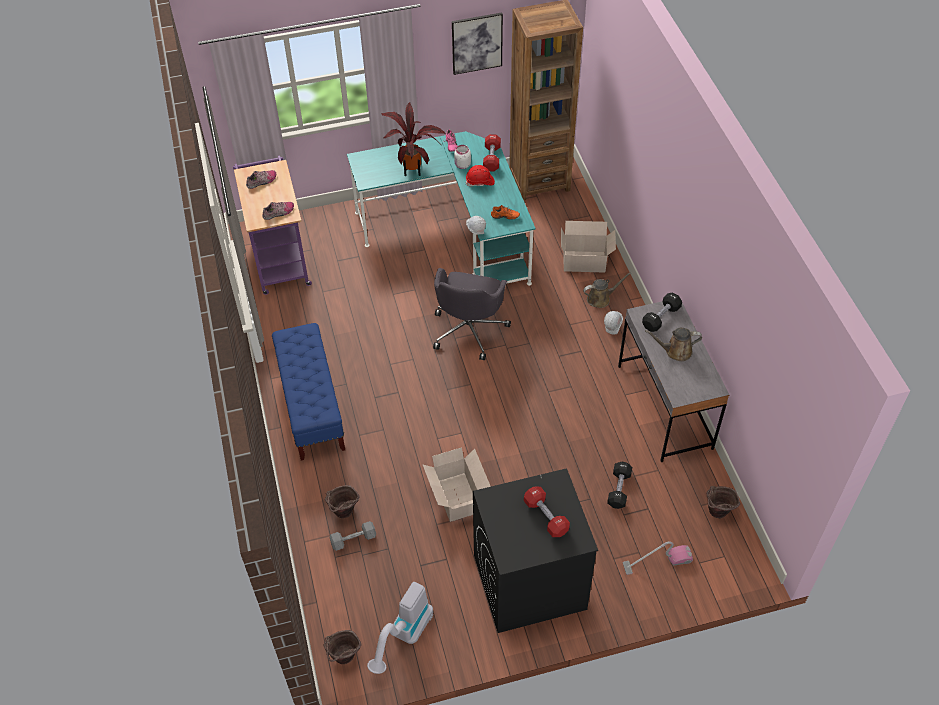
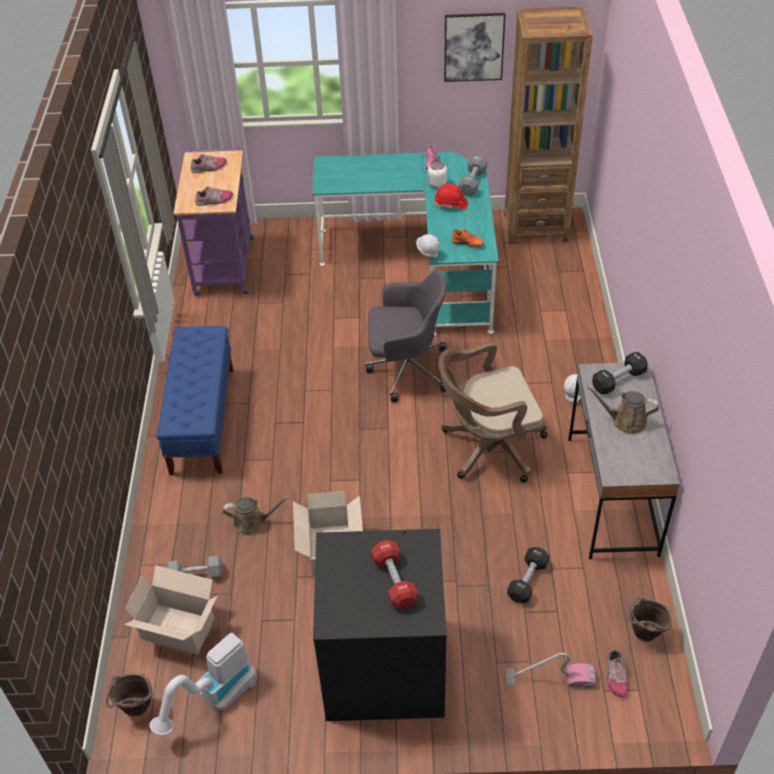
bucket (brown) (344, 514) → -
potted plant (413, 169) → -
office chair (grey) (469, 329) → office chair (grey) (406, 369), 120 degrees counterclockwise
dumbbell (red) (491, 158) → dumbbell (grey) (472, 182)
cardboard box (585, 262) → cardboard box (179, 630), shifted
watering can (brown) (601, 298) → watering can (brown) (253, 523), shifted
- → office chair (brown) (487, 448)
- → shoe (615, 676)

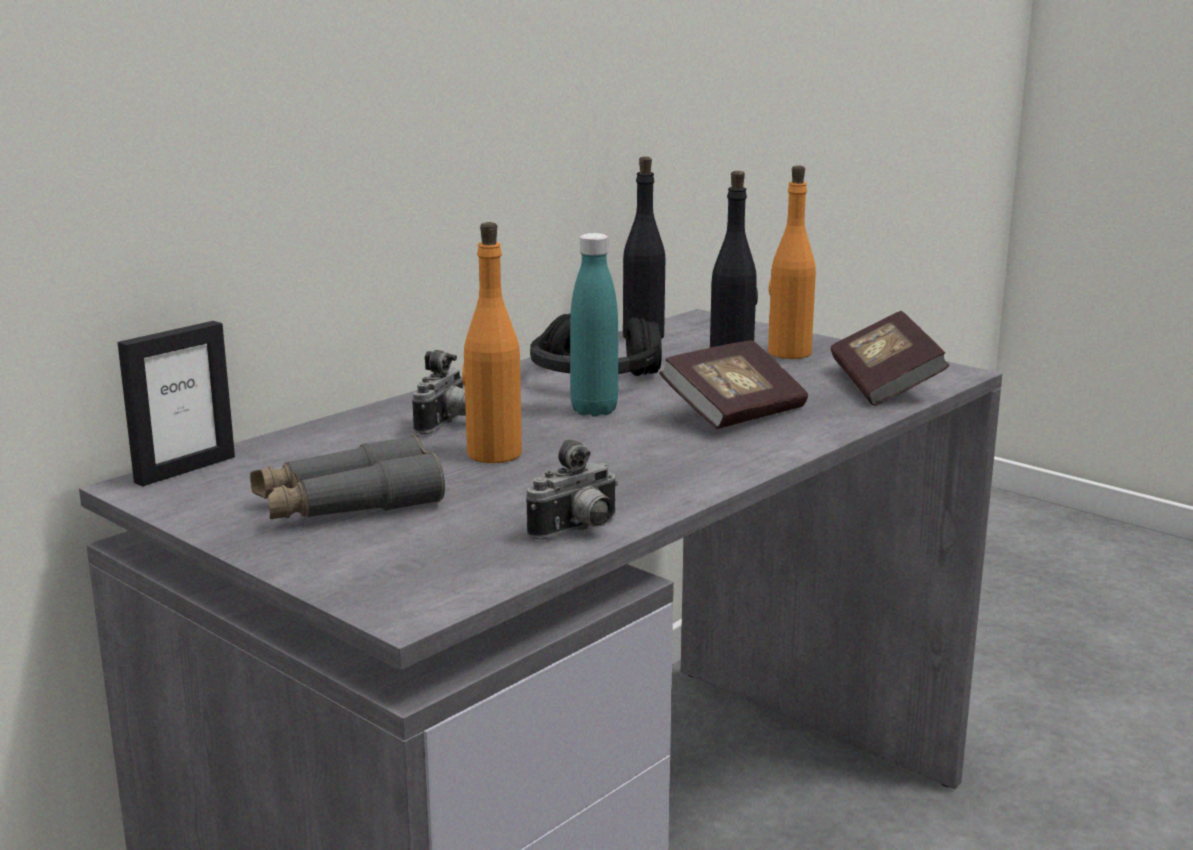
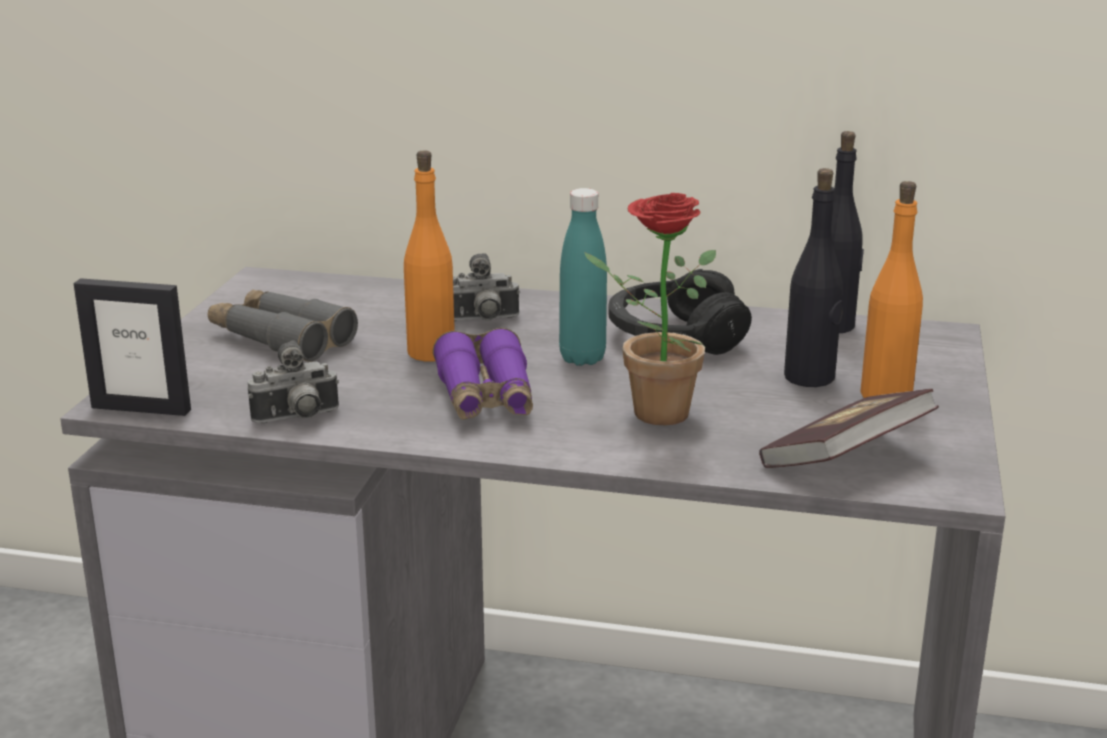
picture frame (185, 469) → picture frame (141, 408), shifted
photo camera (578, 531) → photo camera (297, 419), 45 degrees counterclockwise
book (734, 414) → potted plant (648, 412)
- → binoculars (purple) (485, 396)

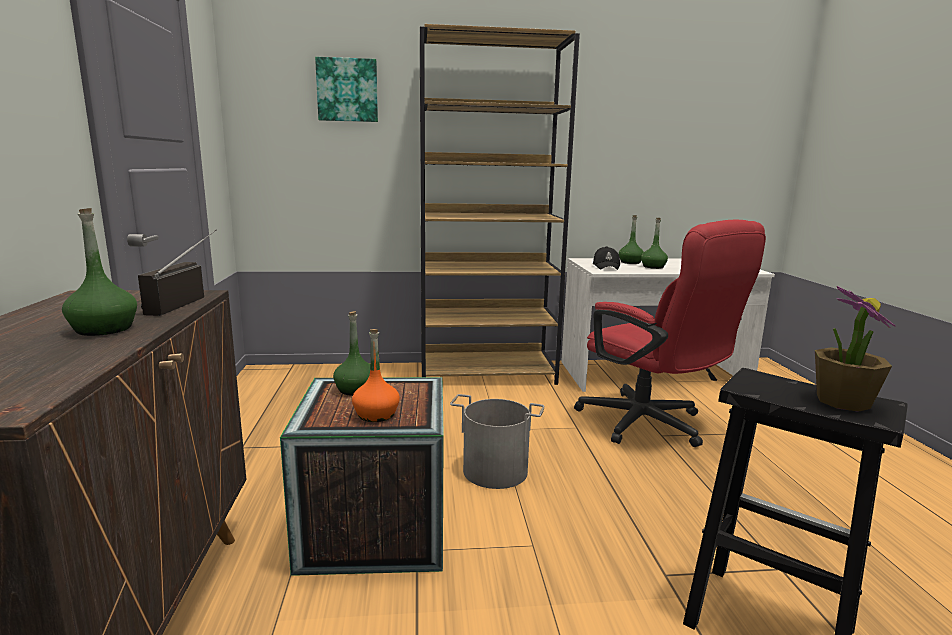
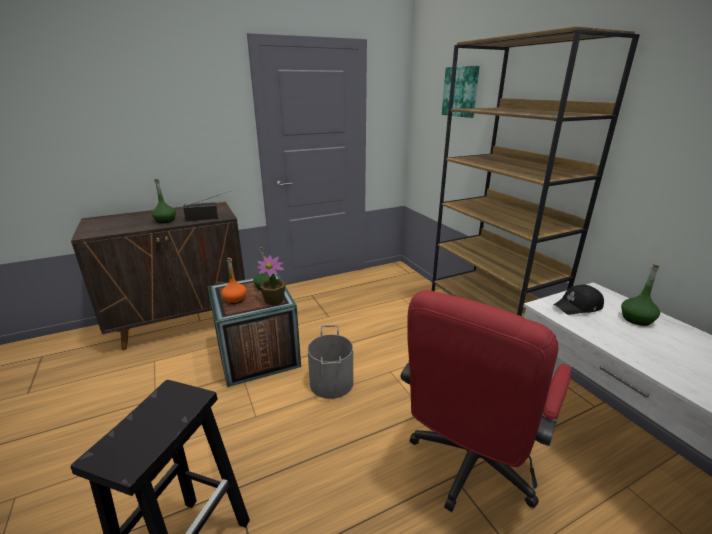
bottle (green) (653, 267) → -
potted plant (842, 401) → potted plant (274, 300), shifted

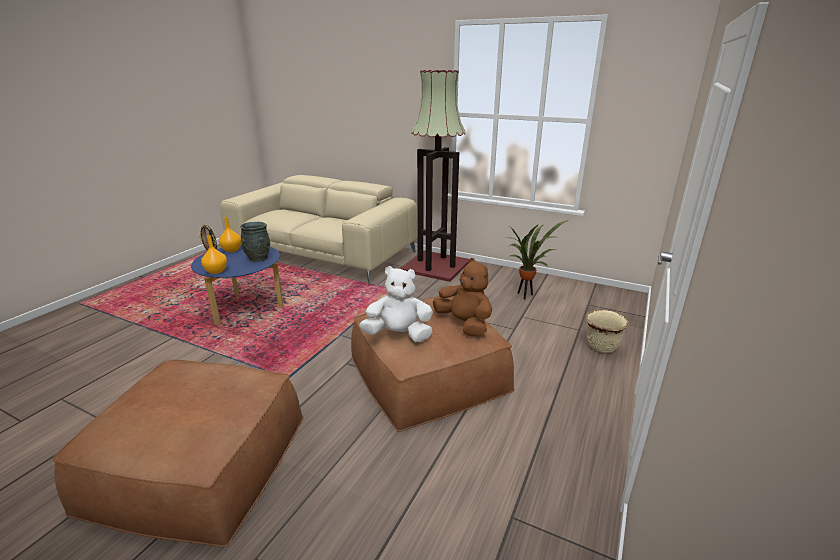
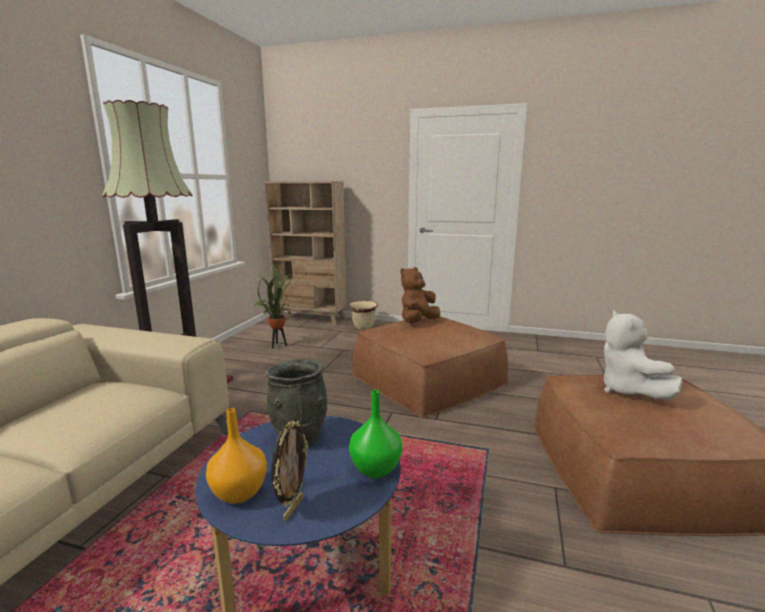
vase (orange) (216, 271) → vase (green) (376, 468)
plush toy (white) (398, 335) → plush toy (white) (628, 391), shifted
- → bookcase (beige) (311, 319)

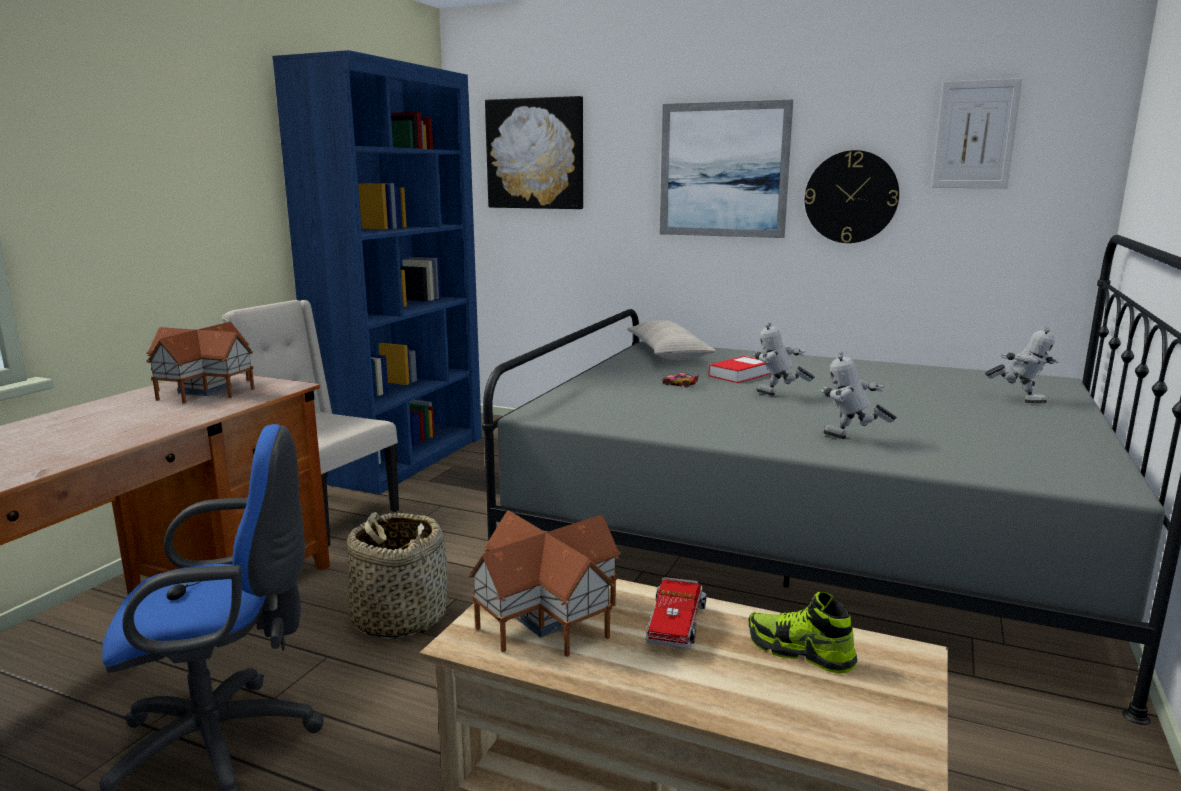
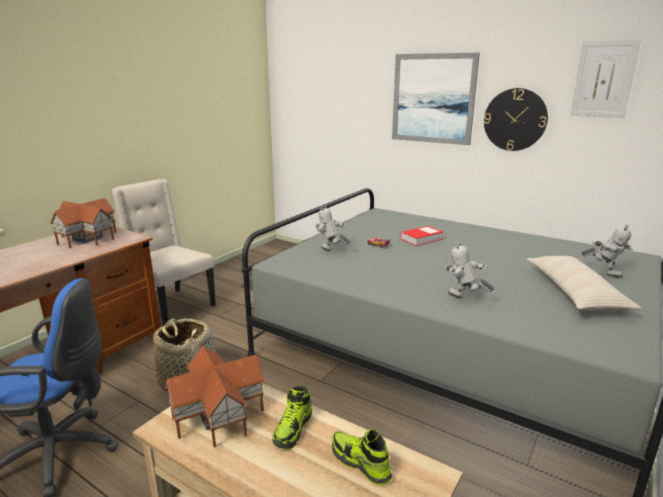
bookcase (blue) (405, 458) → -
picture (535, 154) → -
pillow (beige) (668, 353) → pillow (beige) (574, 293), shifted
toy truck (676, 624) → shoe (293, 429)
toy robot (778, 397) → toy robot (331, 252), shifted

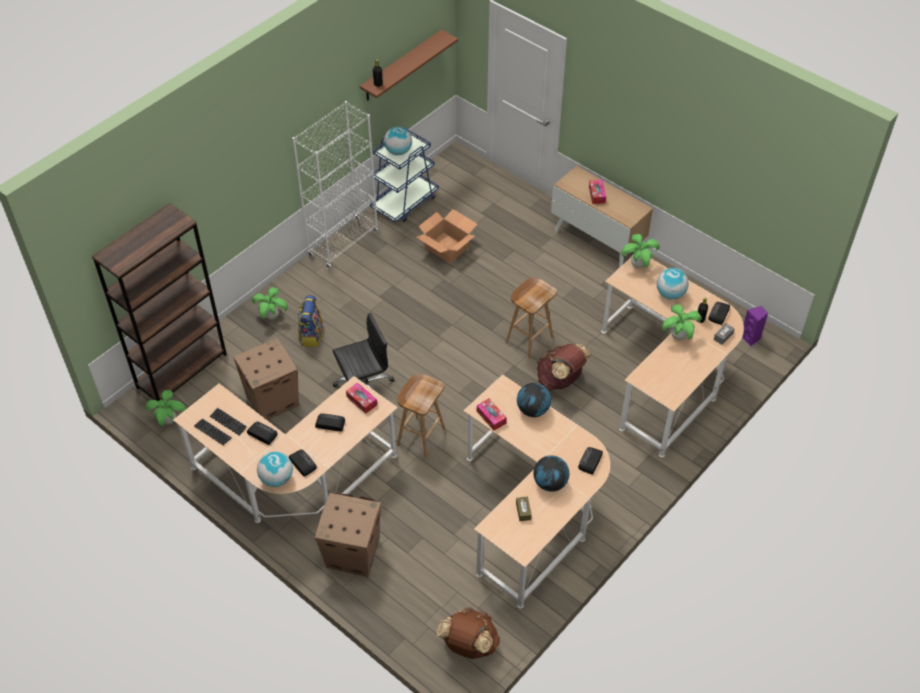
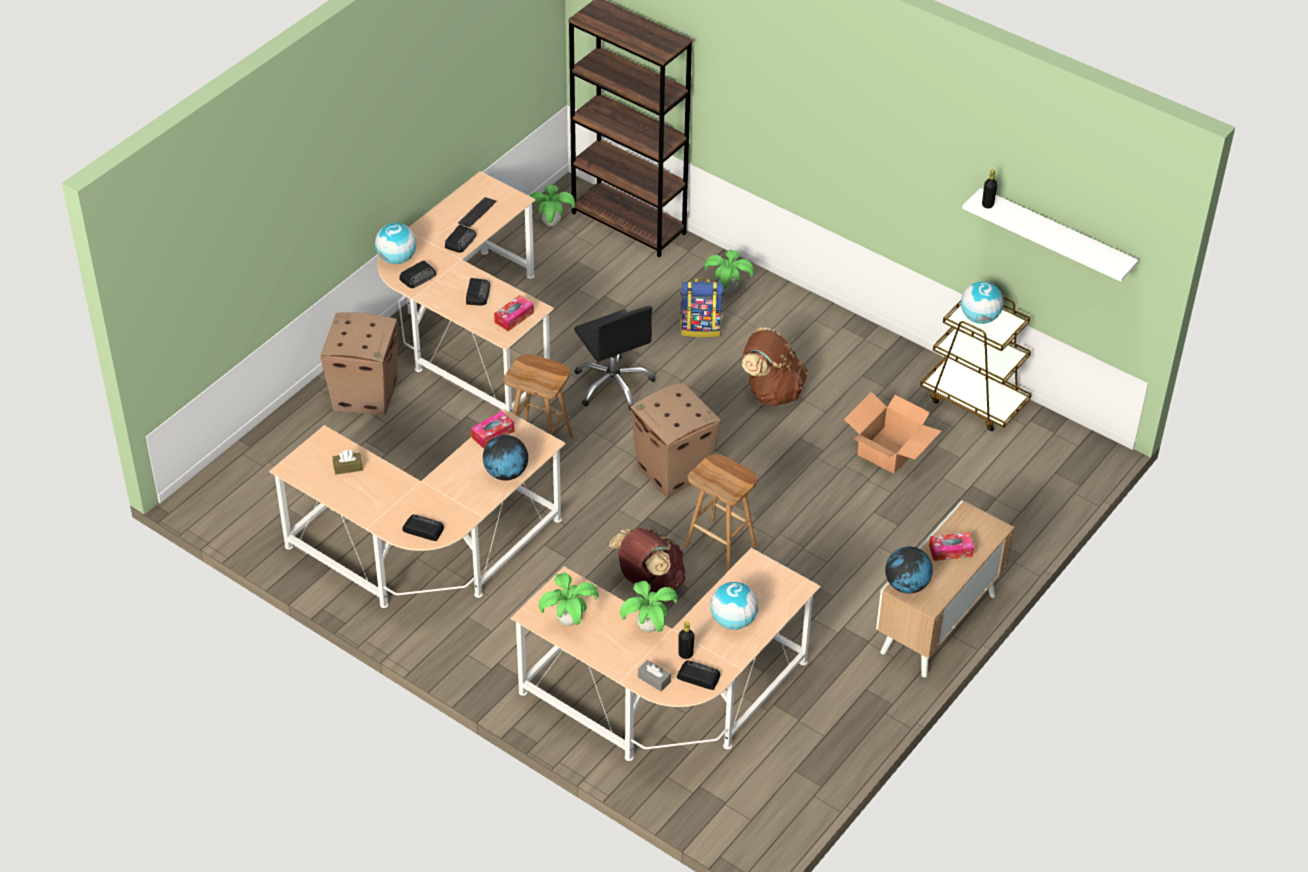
keyboard (212, 432) → -
cardboard box (273, 399) → cardboard box (674, 471), shifted
bookcase (white) (343, 244) → -
shelf (brown) (401, 66) → shelf (white) (1056, 236)
cart (blue) (405, 202) → cart (brown) (974, 400)
backpack (brown) (468, 645) → backpack (brown) (772, 391), shifted
globe (550, 483) → globe (906, 585), shifted
potted plant (638, 265) → potted plant (568, 621), shifted
speaker (purple) (751, 338) → -

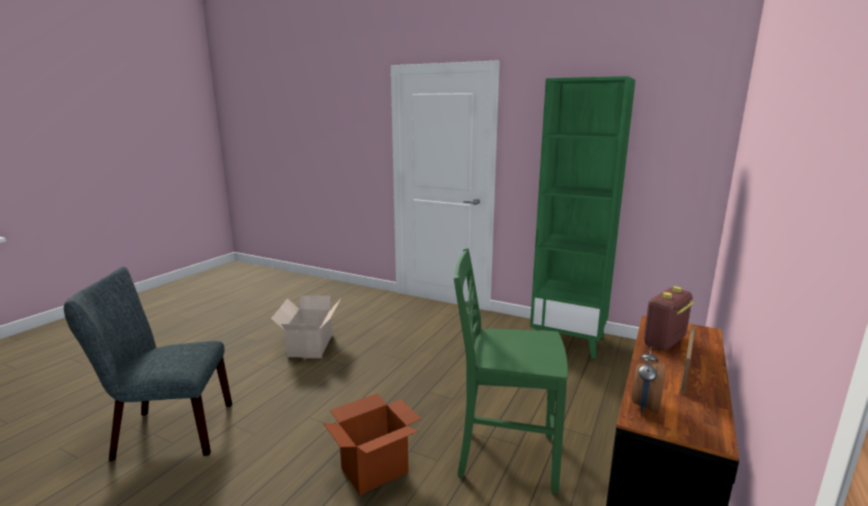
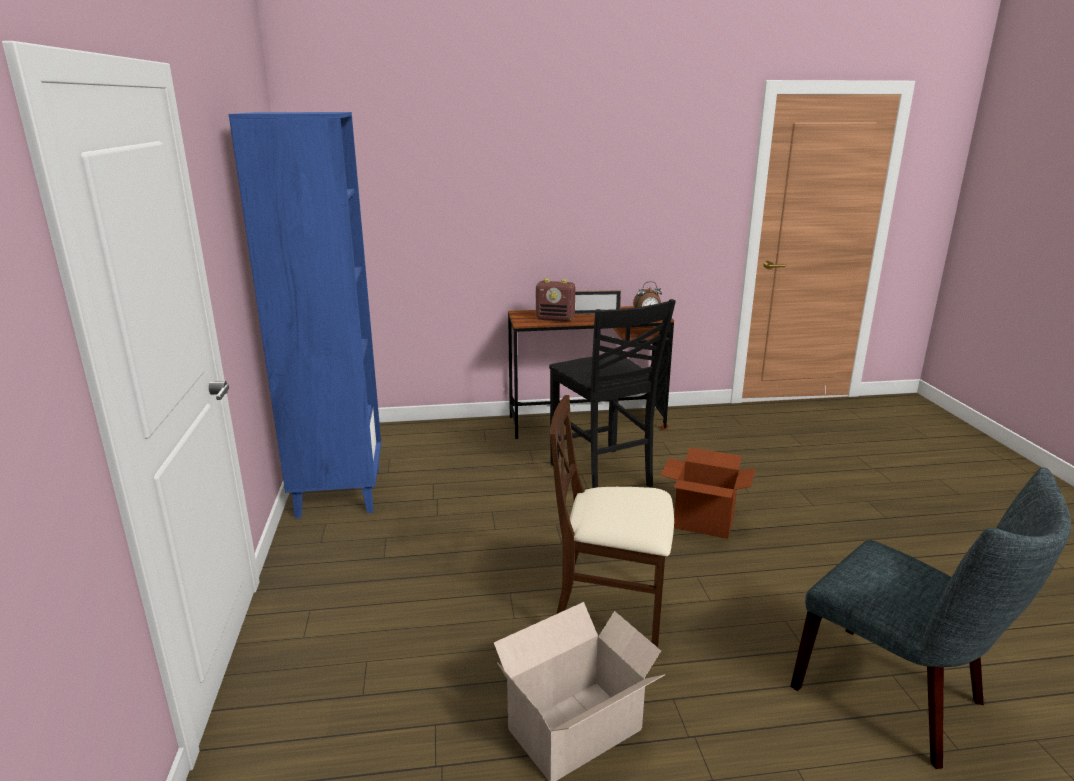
chair (green) (504, 456) → chair (black) (602, 475)
bookcase (green) (568, 340) → bookcase (blue) (338, 492)
- → chair (beige) (610, 614)

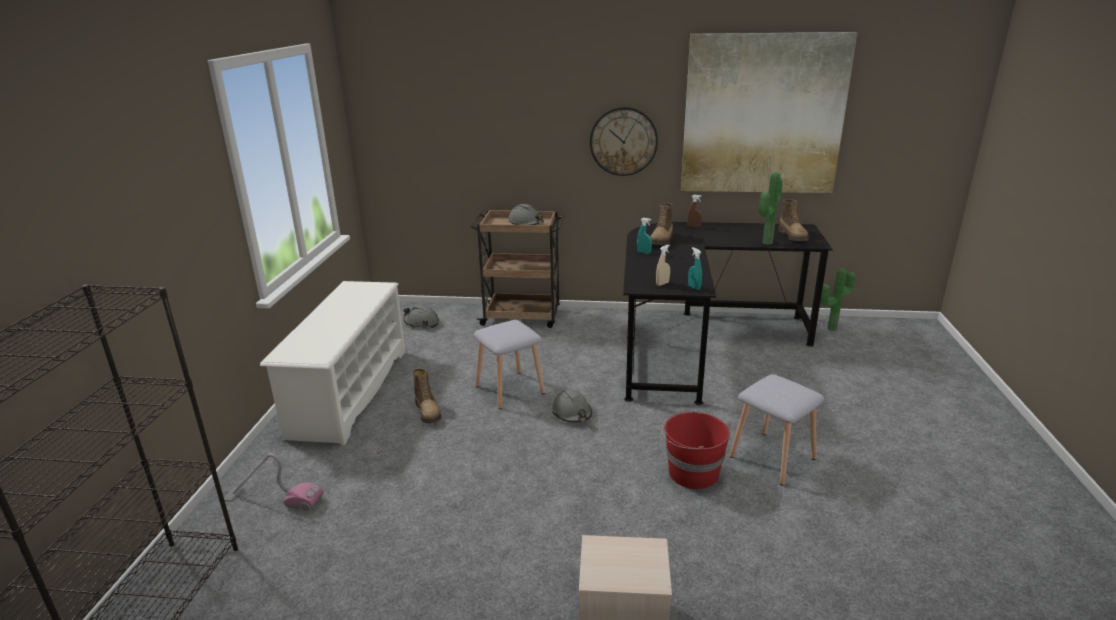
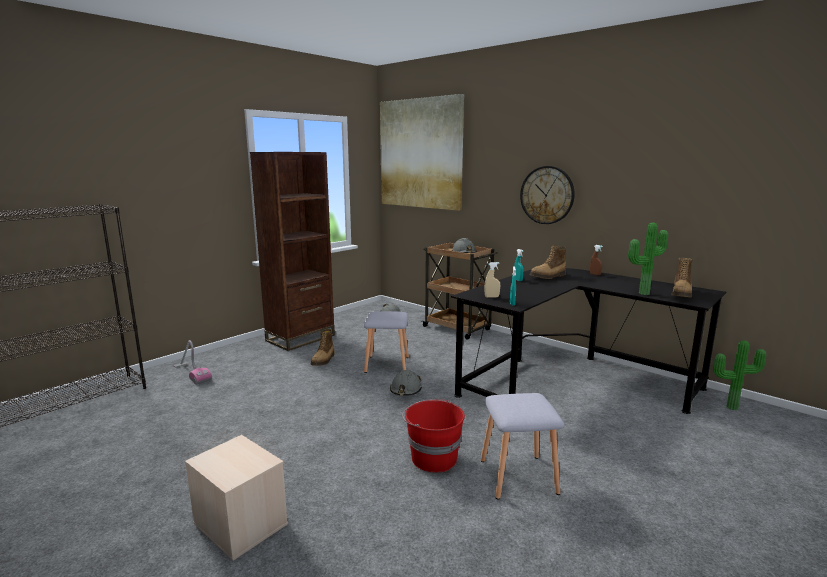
shoe rack (white) (349, 392) → bookcase (brown) (300, 338)
picture (763, 115) → picture (420, 154), shifted

